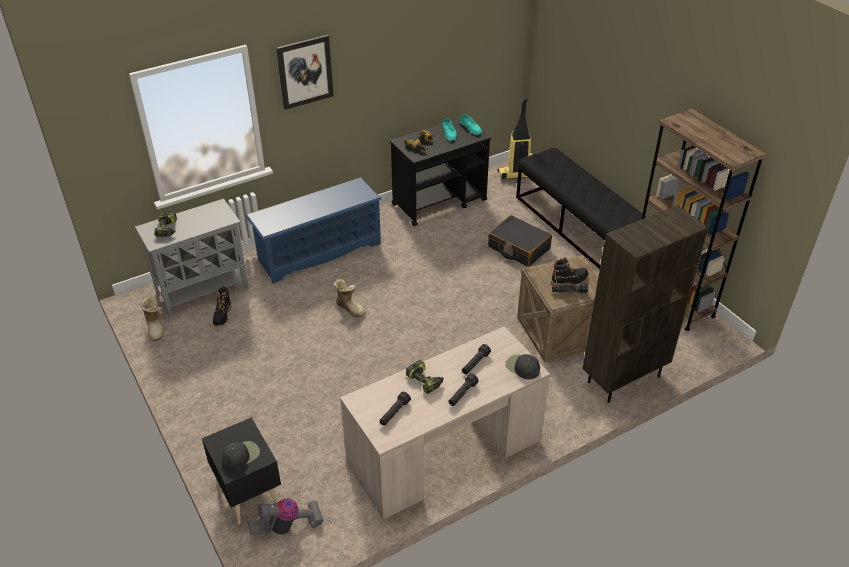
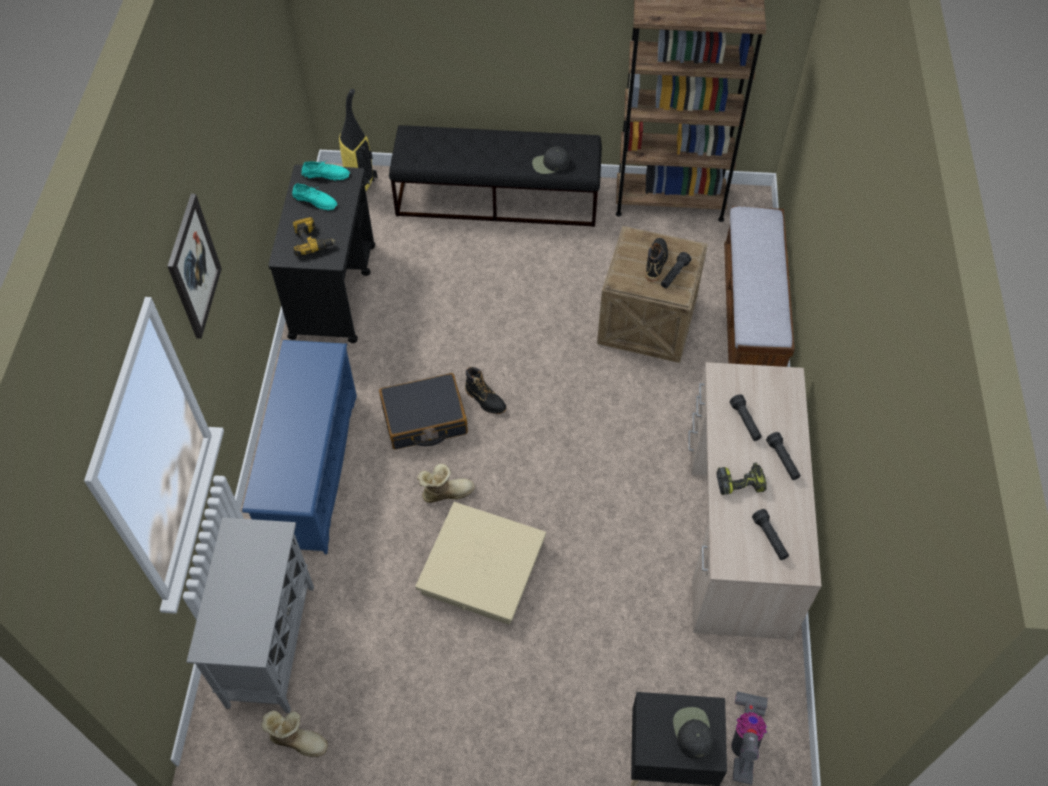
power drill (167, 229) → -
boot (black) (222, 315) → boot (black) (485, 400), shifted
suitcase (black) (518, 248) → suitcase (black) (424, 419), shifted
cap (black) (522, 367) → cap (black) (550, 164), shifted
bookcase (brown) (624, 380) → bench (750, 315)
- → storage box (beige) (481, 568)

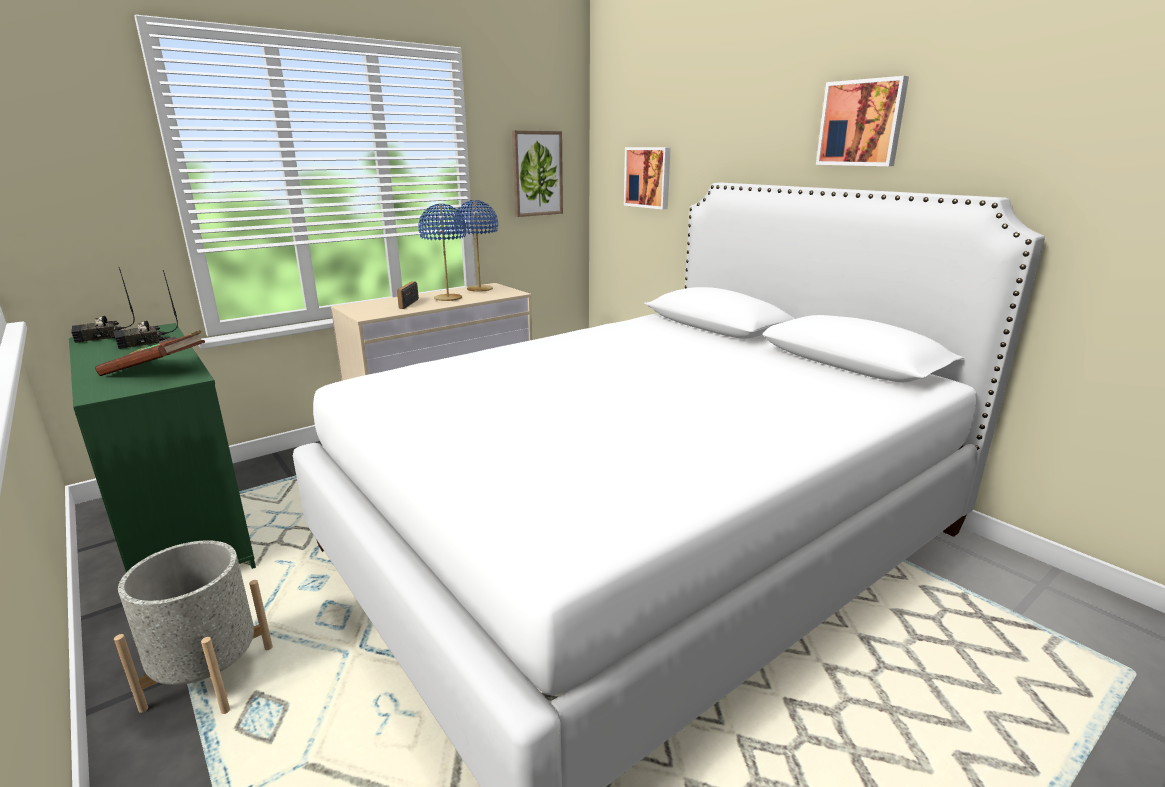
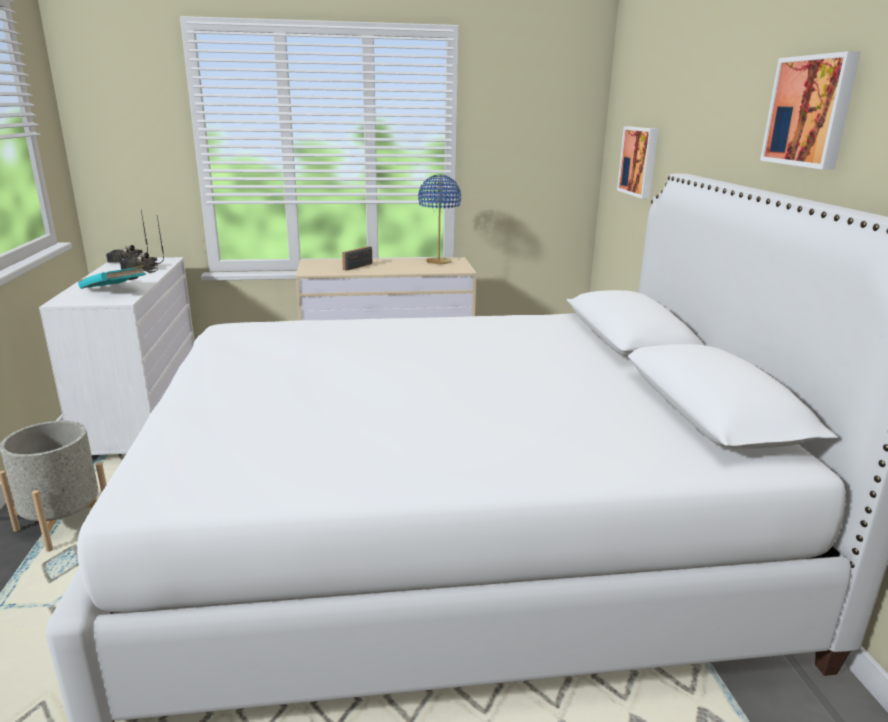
dresser (green) (179, 531) → dresser (white) (143, 418)
book (brown) (157, 370) → book (turquoise) (115, 291)
table lamp (blue) (447, 298) → -
picture (537, 173) → -

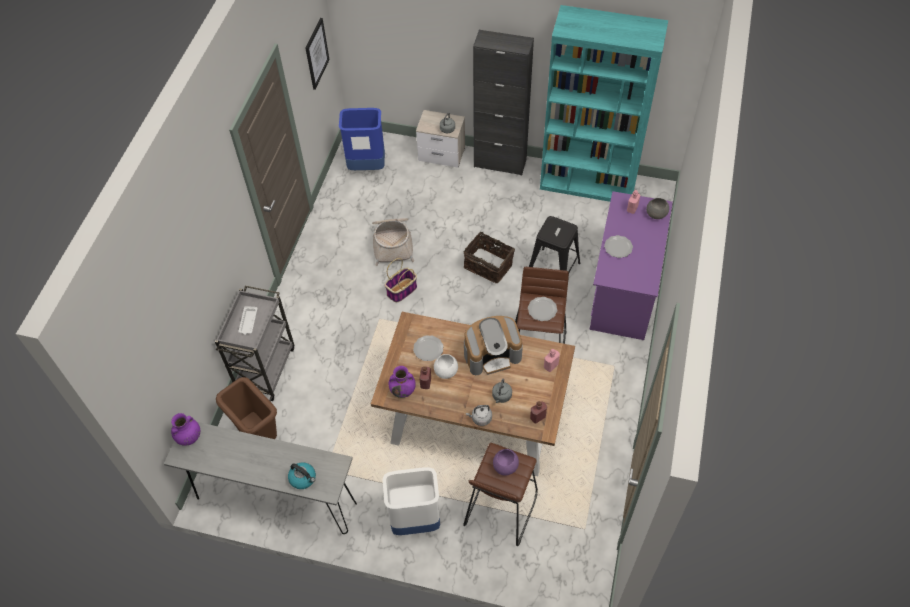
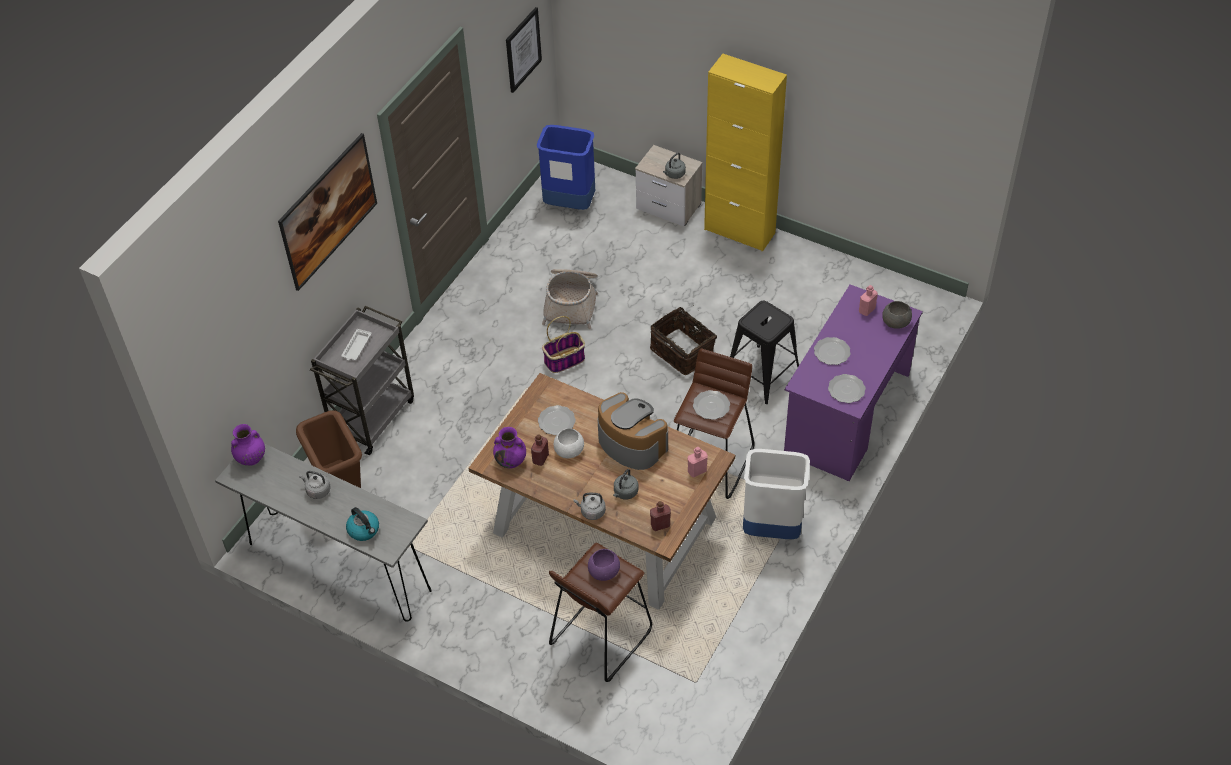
trash can (white) (415, 522) → trash can (white) (771, 529), shifted
coffee machine (492, 354) → coffee machine (631, 443), 135 degrees counterclockwise
cabinet (black) (500, 163) → cabinet (yellow) (739, 231)
bookcase (turquoise) (588, 183) → -
- → picture (332, 228)
- → kettle (grey) (317, 490)
- → plate (846, 390)

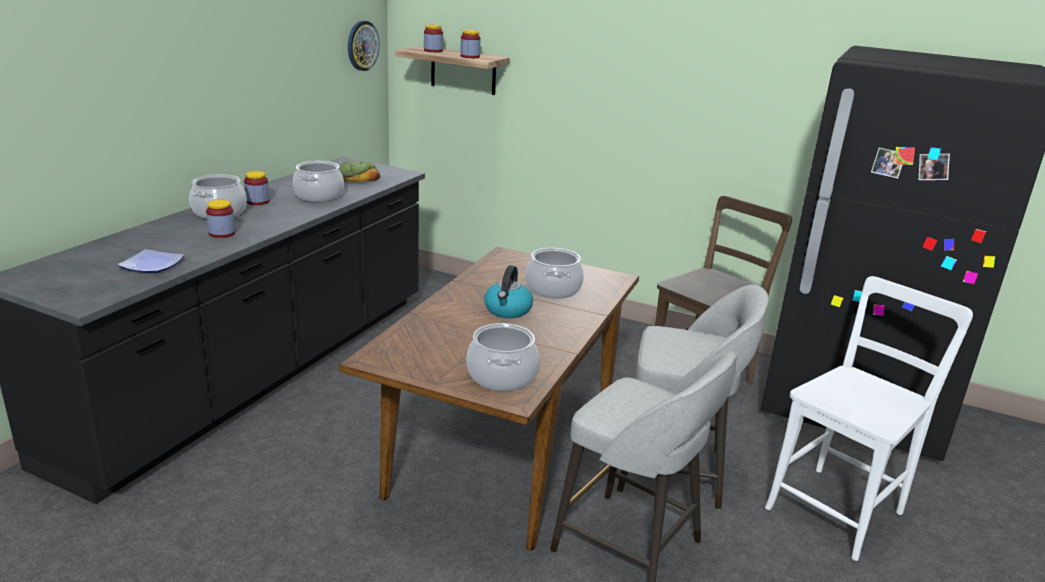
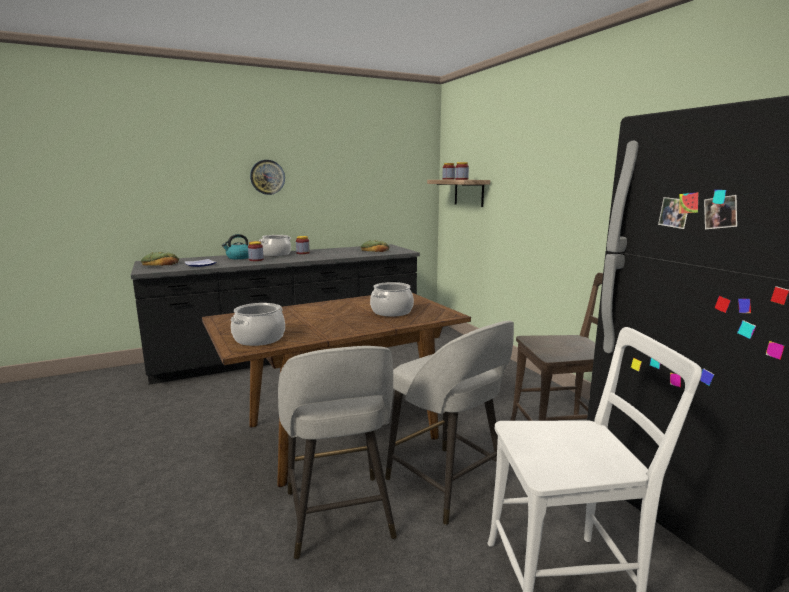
cooking pot (319, 196) → -
wall clock (362, 45) → wall clock (267, 177), shifted
kettle (508, 310) → kettle (238, 257), shifted
- → bread (160, 264)

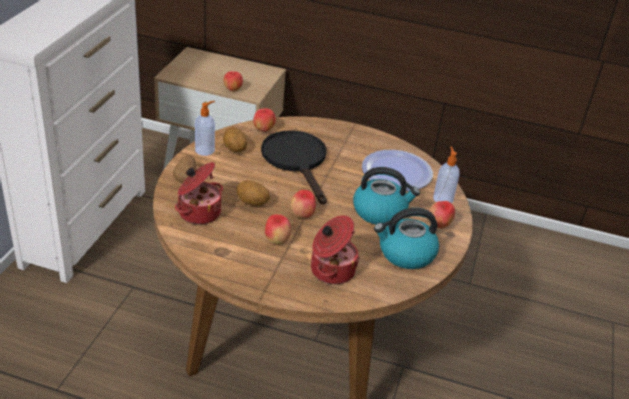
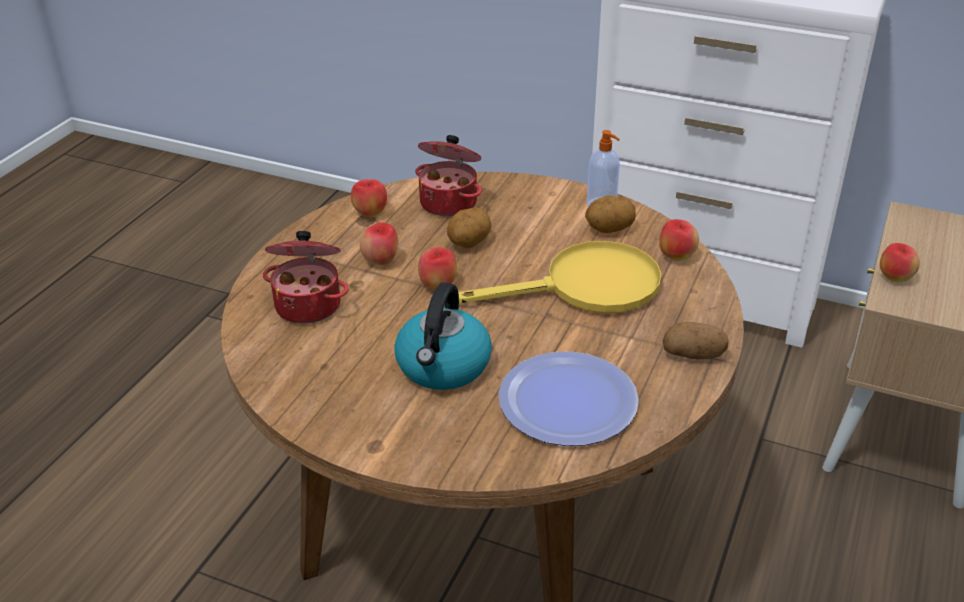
potato (186, 177) → potato (693, 354), shifted
frying pan (black) (297, 161) → frying pan (yellow) (586, 287)
kettle (405, 254) → -
apple (439, 225) → apple (370, 214), shifted
soap dispenser (442, 199) → -

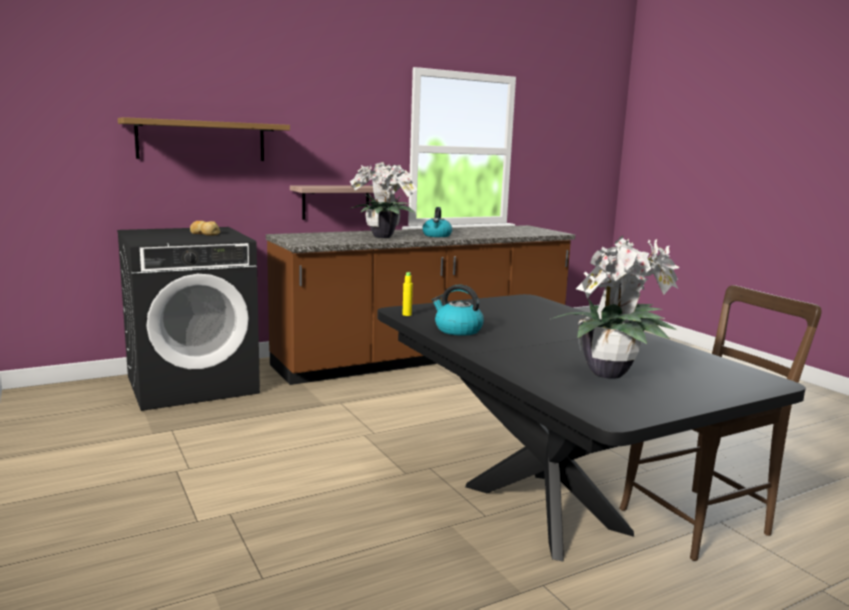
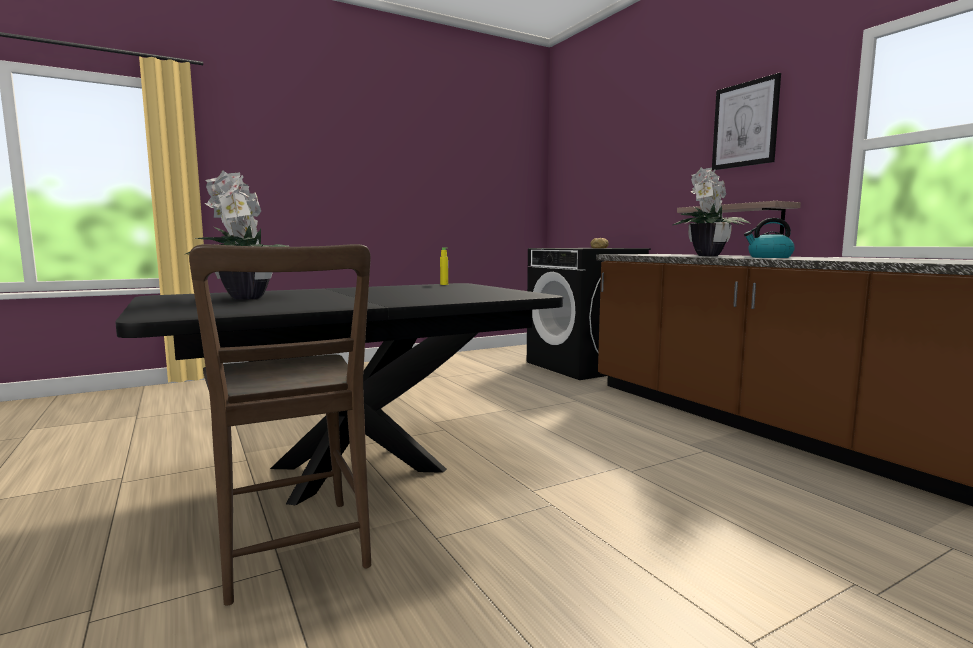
shelf (201, 140) → -
kettle (457, 330) → -
- → picture (745, 124)

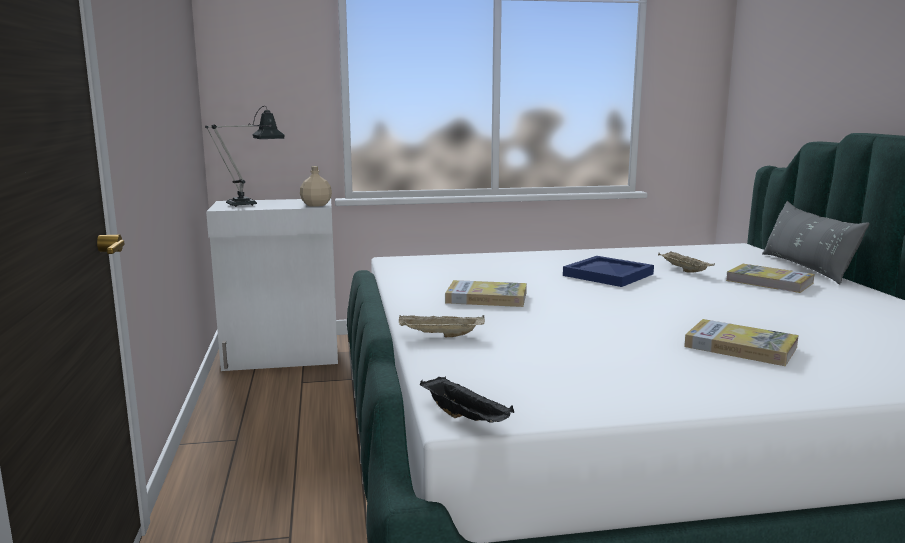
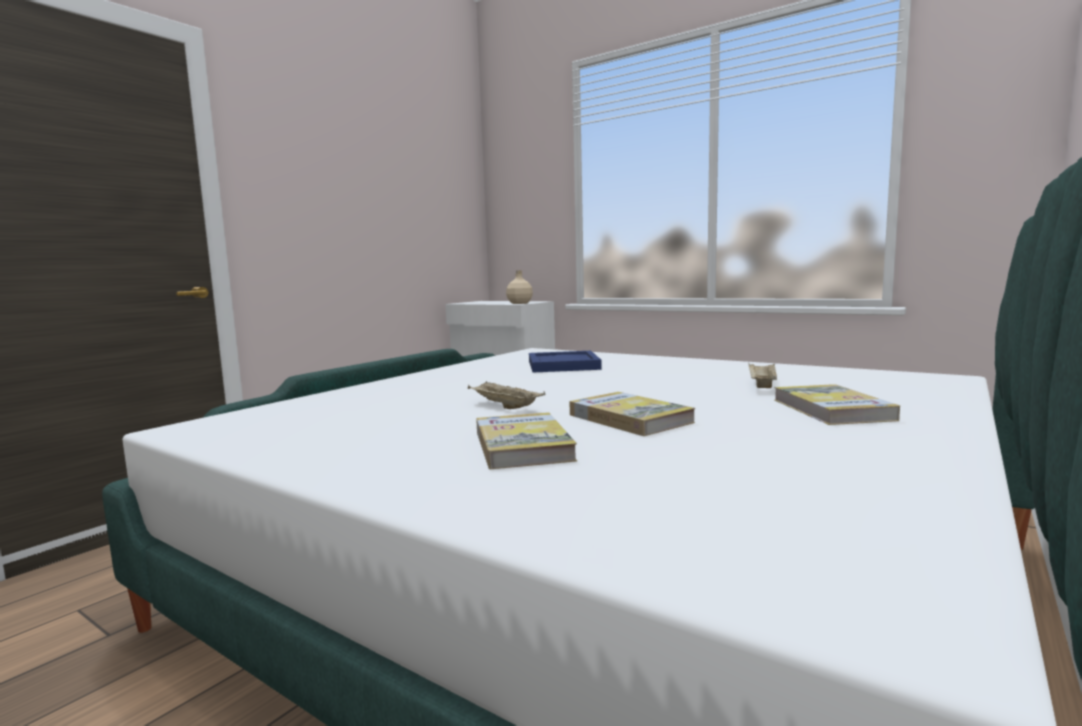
table lamp (249, 204) → -
tray (beige) (440, 336) → tray (beige) (504, 406), shifted
tray (black) (466, 418) → -
book (486, 298) → book (629, 418), shifted
tray (blue) (606, 275) → tray (blue) (562, 365), shifted
pillow (grey) (806, 268) → -

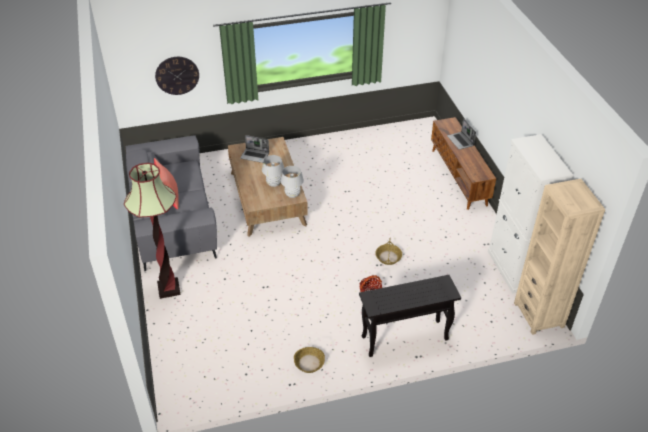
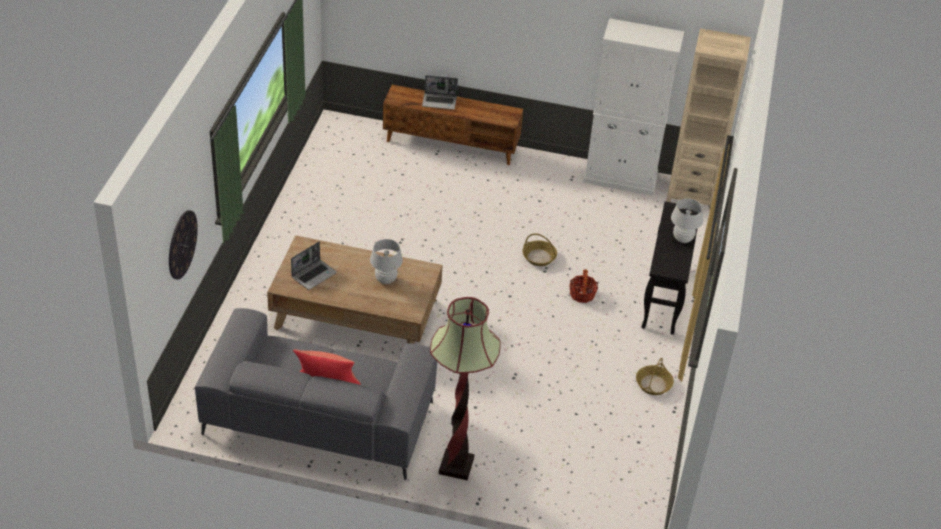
table lamp (white) (292, 195) → table lamp (white) (682, 239), shifted

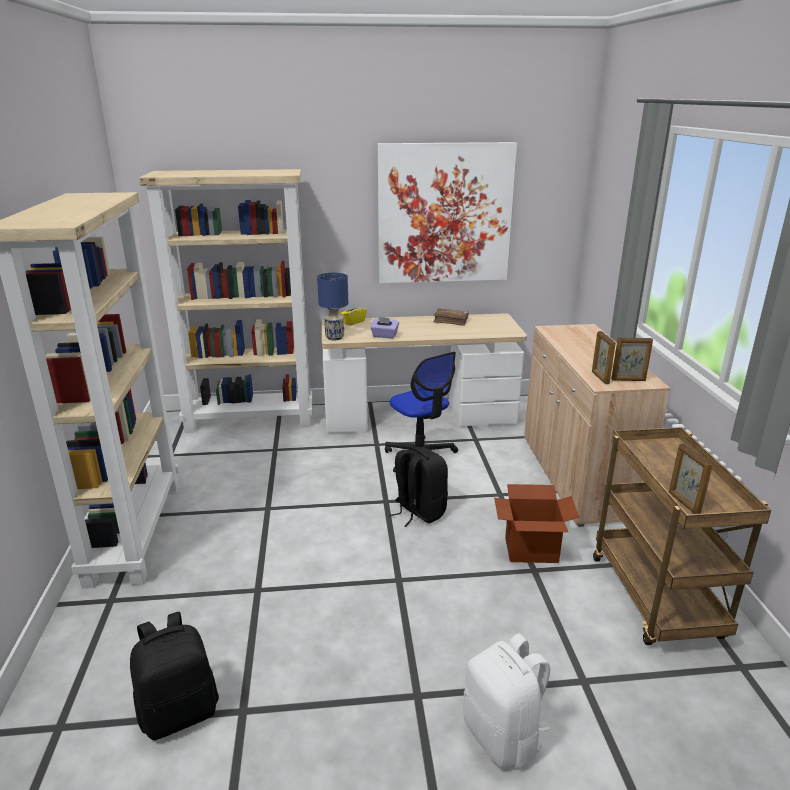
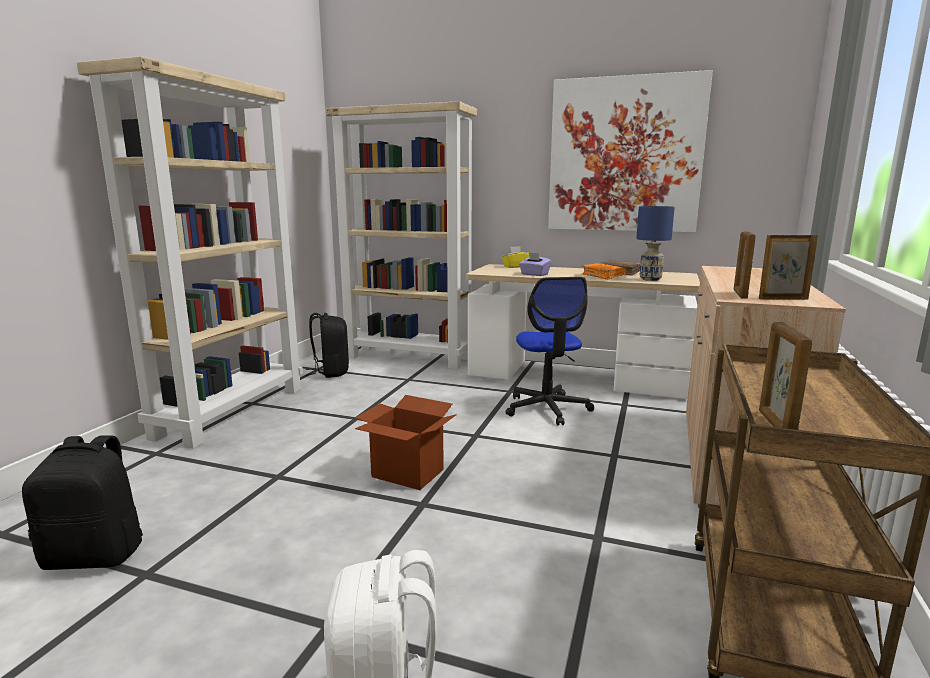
table lamp (blue) (334, 337) → table lamp (blue) (649, 279), shifted
backpack (black) (418, 512) → backpack (black) (330, 372), shifted
cardboard box (531, 550) → cardboard box (407, 473), shifted
picture frame (628, 380) → picture frame (782, 299), 150 degrees clockwise
- → book (orange) (602, 276)

